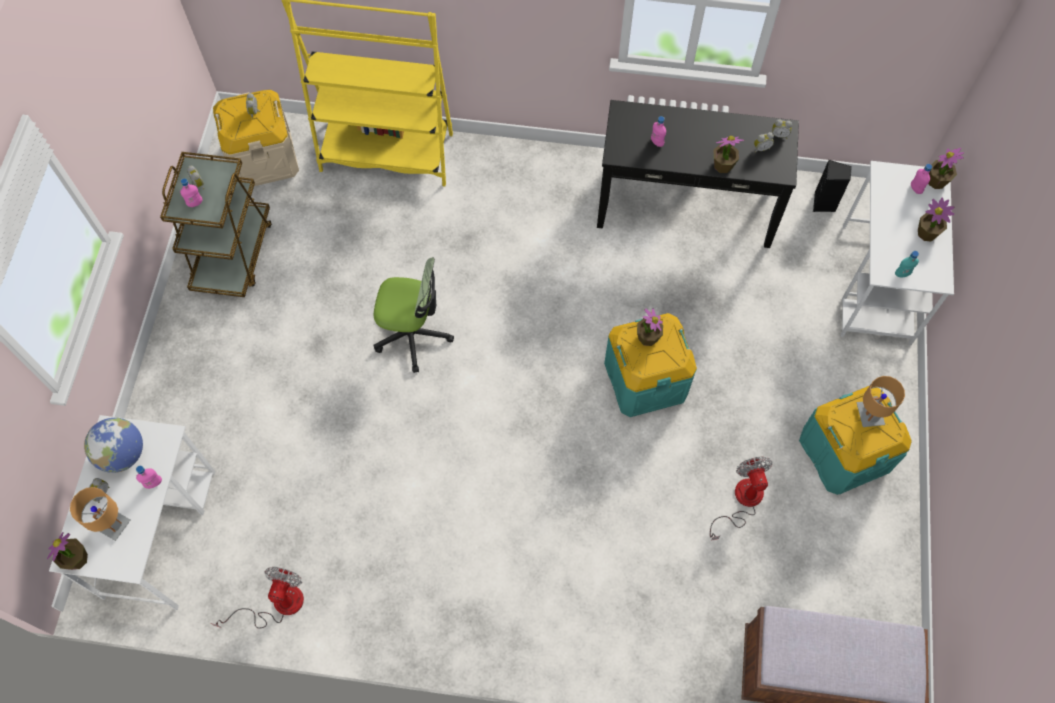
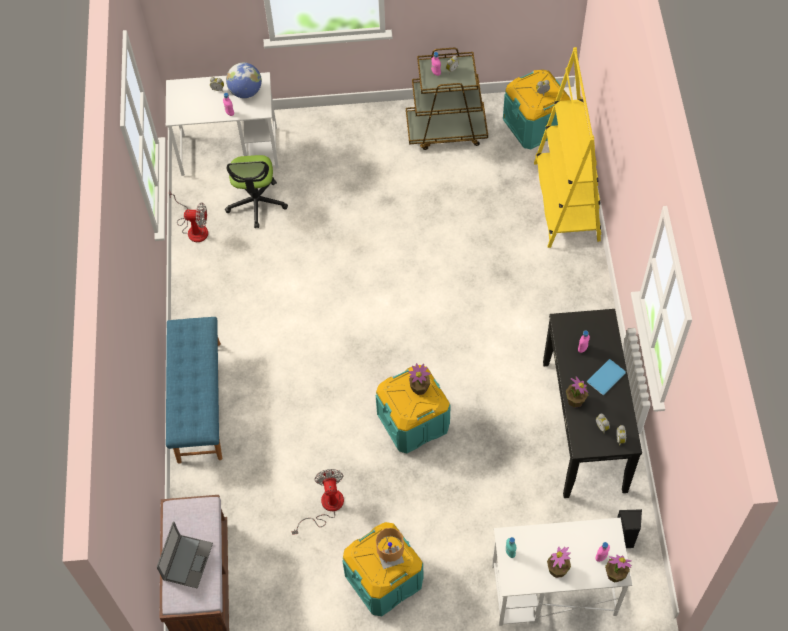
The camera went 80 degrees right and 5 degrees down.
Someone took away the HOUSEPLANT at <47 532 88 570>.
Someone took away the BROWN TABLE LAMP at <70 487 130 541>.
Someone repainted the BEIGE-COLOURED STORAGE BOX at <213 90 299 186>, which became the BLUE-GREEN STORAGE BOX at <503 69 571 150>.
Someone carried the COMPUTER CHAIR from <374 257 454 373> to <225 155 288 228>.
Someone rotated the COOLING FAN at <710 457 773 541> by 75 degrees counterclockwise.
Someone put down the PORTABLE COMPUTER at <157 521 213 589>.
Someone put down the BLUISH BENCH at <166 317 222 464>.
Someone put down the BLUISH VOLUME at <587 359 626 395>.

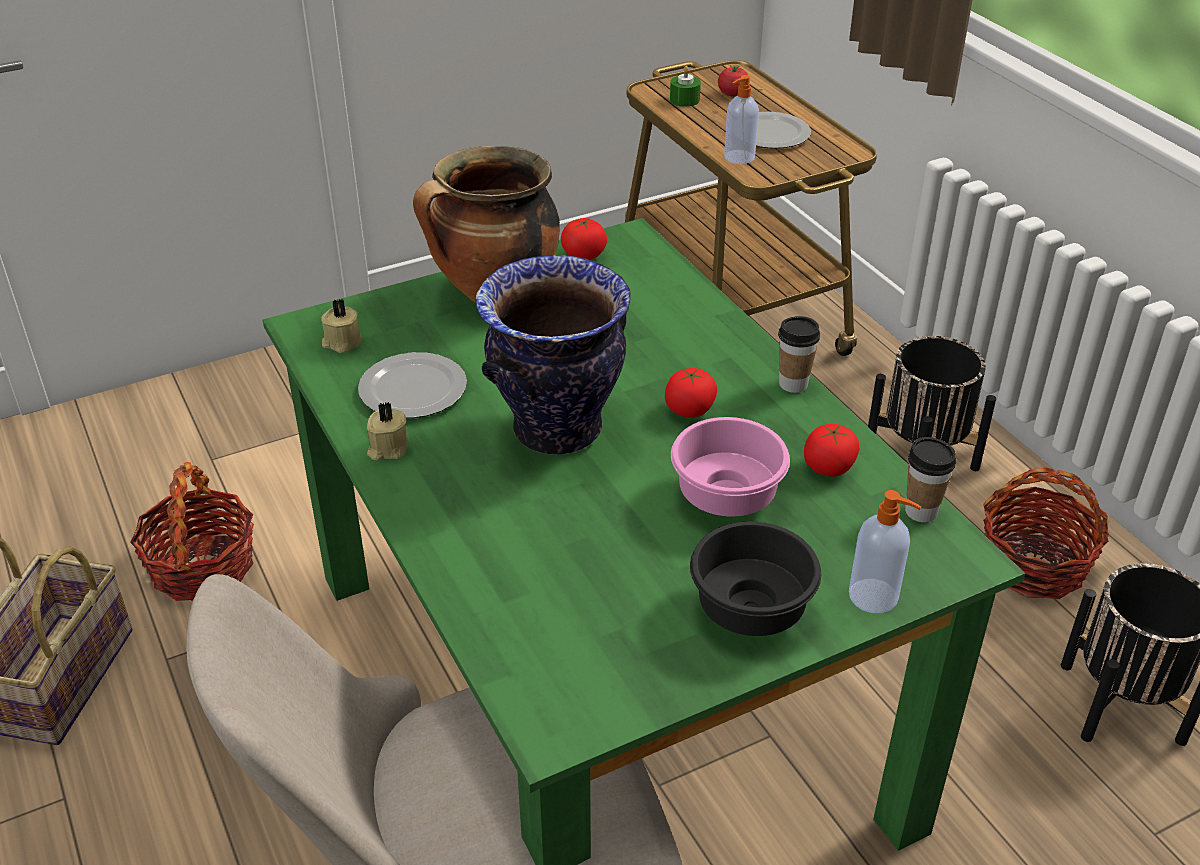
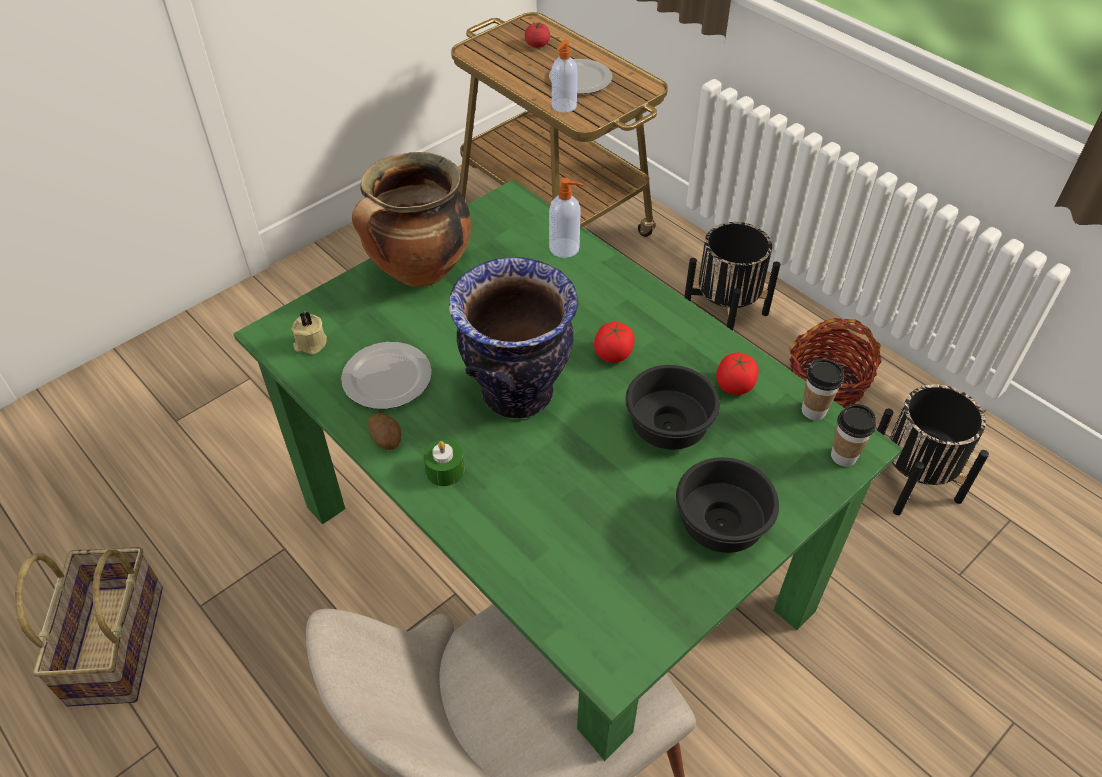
The camera went 15 degrees left and 10 degrees up.
Someone took away the BASKET at <130 462 254 601>.
Someone swapped the BEIGE-COLOURED WAX LIGHT at <367 402 408 461> for the SPUD at <367 413 402 450>.
Someone took away the TOMATO at <561 217 607 260>.
Someone carried the GREENISH WAX LIGHT from <670 66 701 107> to <423 440 464 486>.
Someone repainted the PINKISH SERVING BOWL at <671 417 790 516>, which became the BLACK-COLOURED SERVING BOWL at <625 365 720 450>.
Someone carried the DRINKING CUP from <778 316 820 393> to <831 404 876 467>.
Someone carried the SOAP DISPENSER from <849 490 922 613> to <549 178 584 258>.

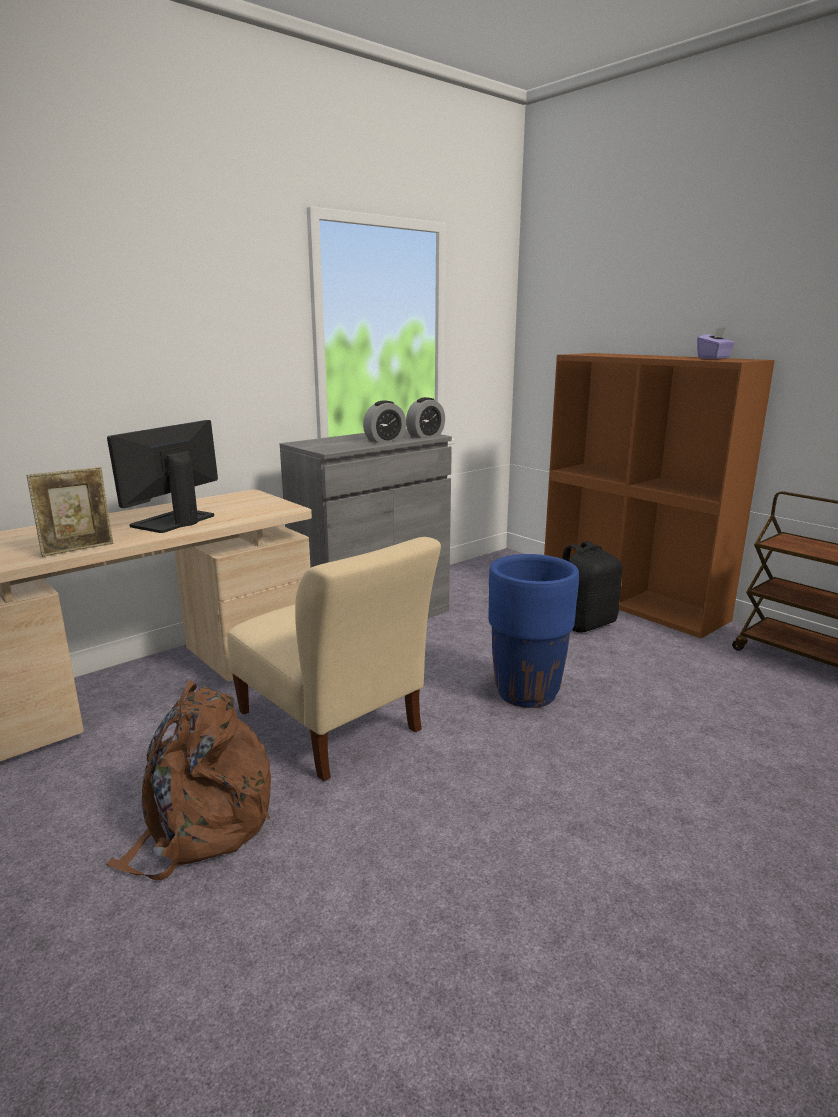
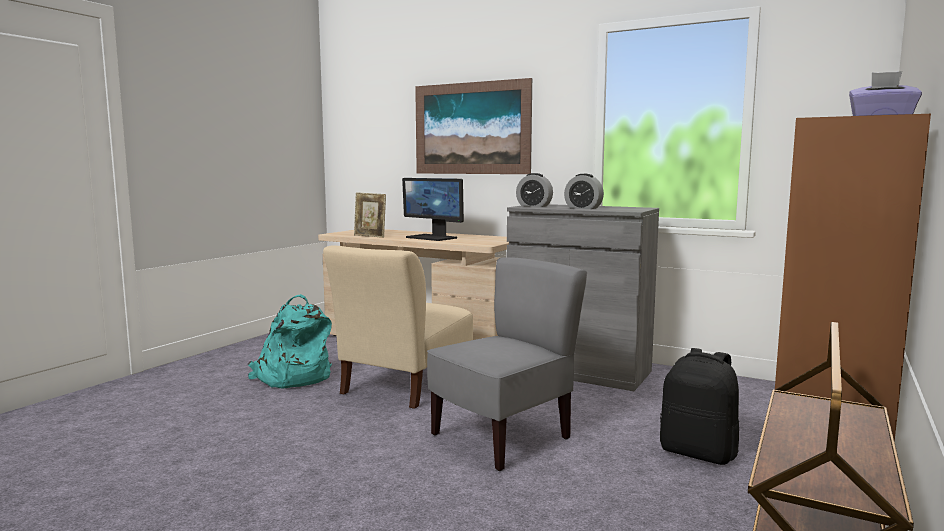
The camera went 70 degrees right and 10 degrees down.
Someone repainted the BROWN RUCKSACK at <106 680 271 880>, which became the BLUE-GREEN RUCKSACK at <247 294 332 388>.
Someone rotated the COMPUTER DISPLAY at <107 420 218 533> by 150 degrees counterclockwise.
Someone carried the ALARM CLOCK from <406 397 445 438> to <516 173 553 207>.
Someone swapped the BLUISH FLOWER POT at <488 554 579 708> for the GREYISH PLAIN CHAIR at <427 257 587 471>.
Someone put up the WALL PICTURE at <415 78 532 174>.

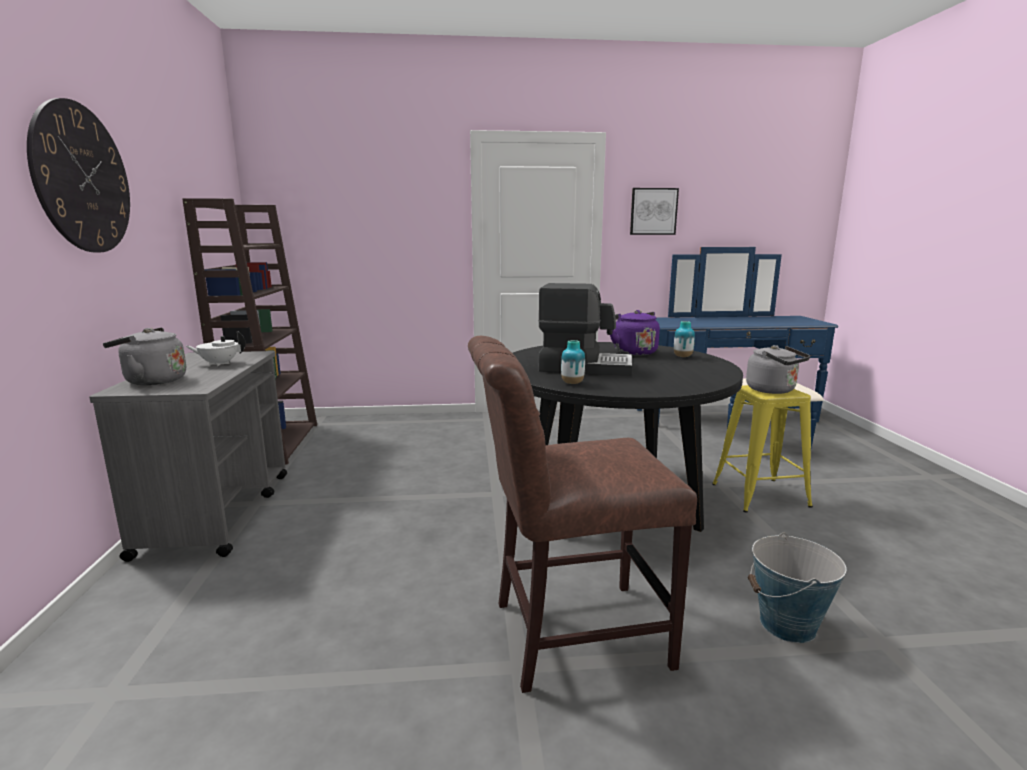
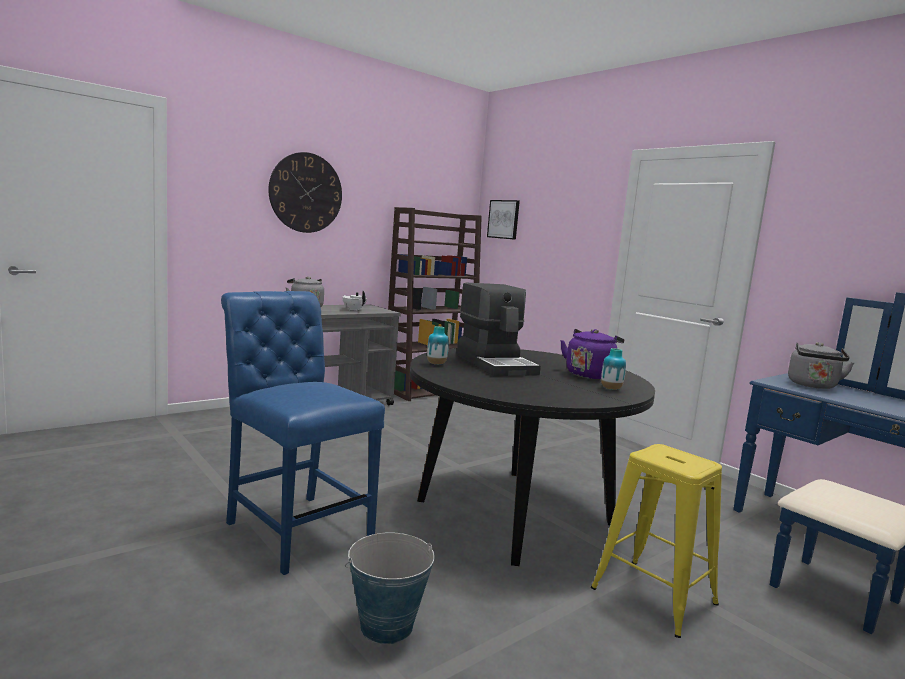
The camera went 55 degrees right and 5 degrees down.
Someone repainted the BROWN PLAIN CHAIR at <468 336 697 693>, which became the BLUISH PLAIN CHAIR at <221 291 385 575>.
Someone carried the WALL PICTURE from <630 188 679 235> to <487 200 520 240>.
Someone carried the GREYISH KETTLE from <746 345 810 394> to <788 342 855 389>.

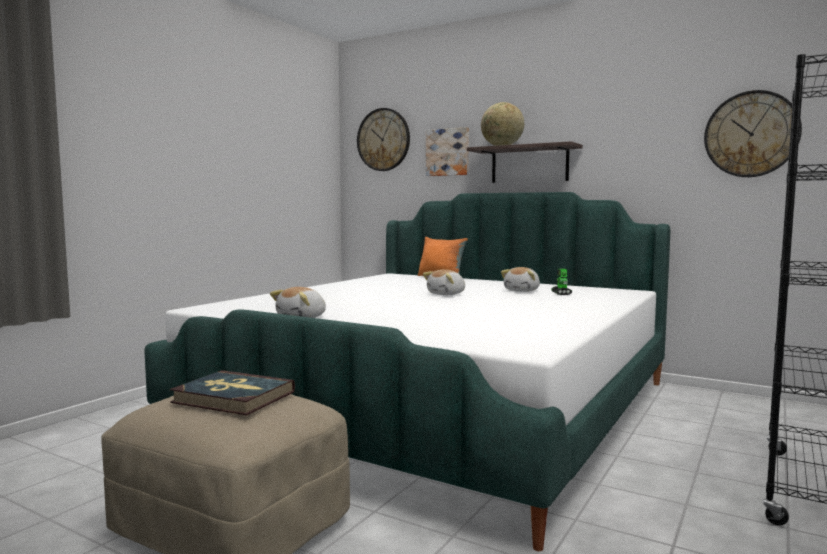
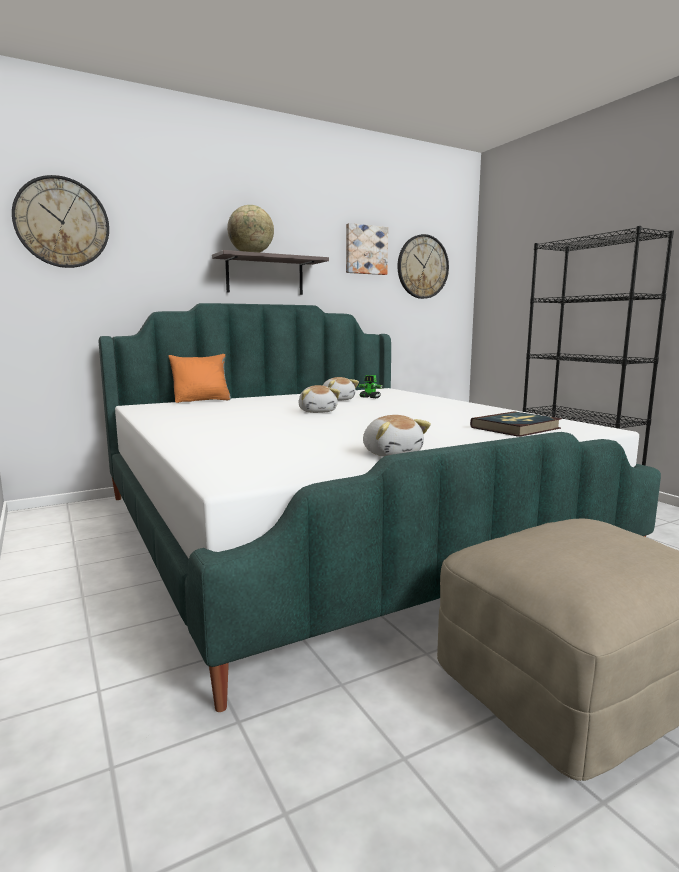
The camera went 60 degrees left and 5 degrees up.
Someone carried the VOLUME from <170 370 295 416> to <470 411 562 437>.
Someone carried the WALL PICTURE from <426 127 469 176> to <346 223 388 275>.

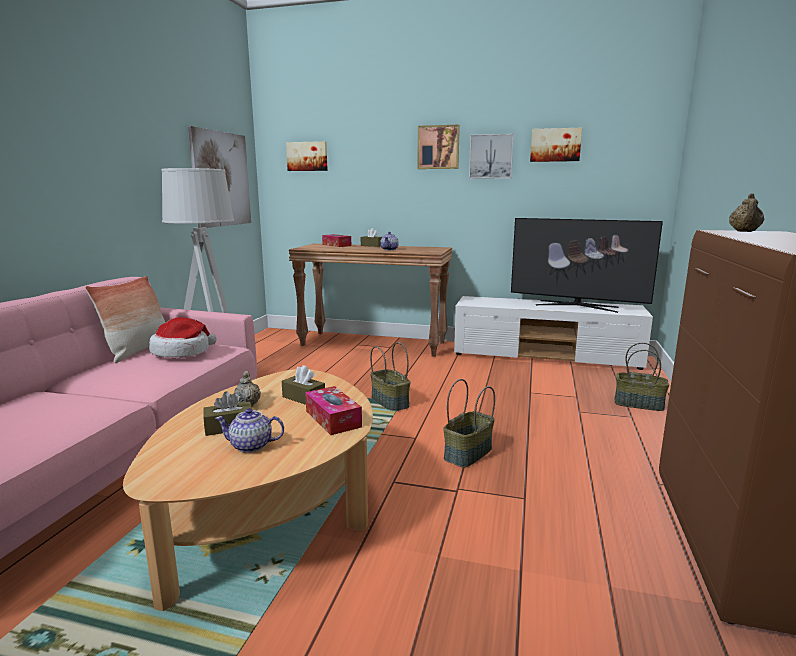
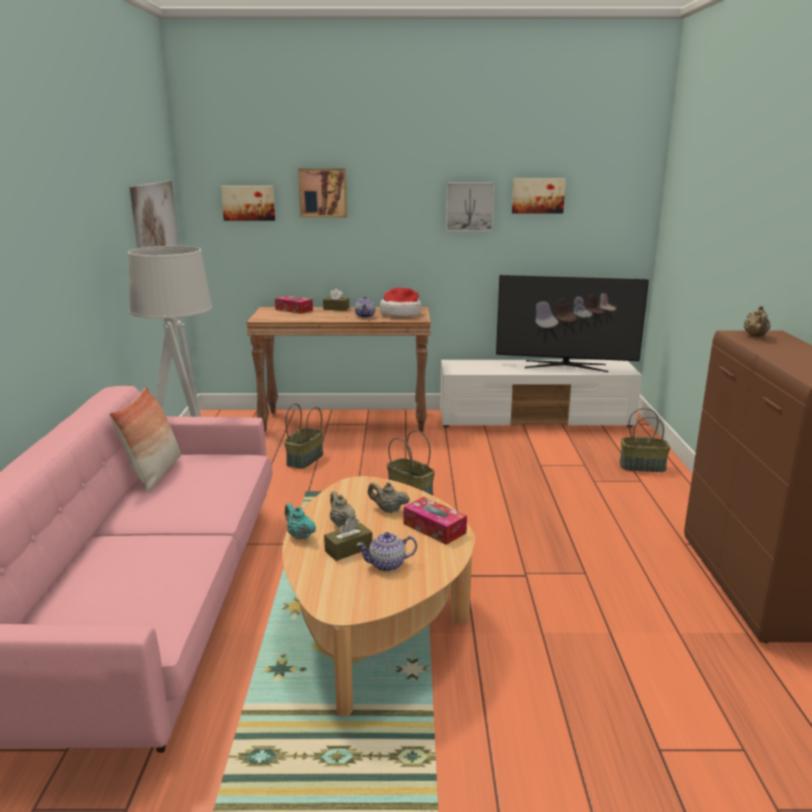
The camera went 15 degrees left and 5 degrees up.
Someone carried the HAT from <149 317 216 358> to <380 287 421 316>.
Someone swapped the BROWN TISSUE HOLDER at <282 365 325 405> for the BEIGE-COLOURED POT FOR TEA at <368 482 410 513>.
Someone carried the WALL PICTURE from <417 124 460 169> to <298 168 347 218>.
Someone carried the BASKET from <443 379 495 468> to <284 403 323 469>.
Someone put down the BLUE-GREEN POT FOR TEA at <285 503 316 540>.

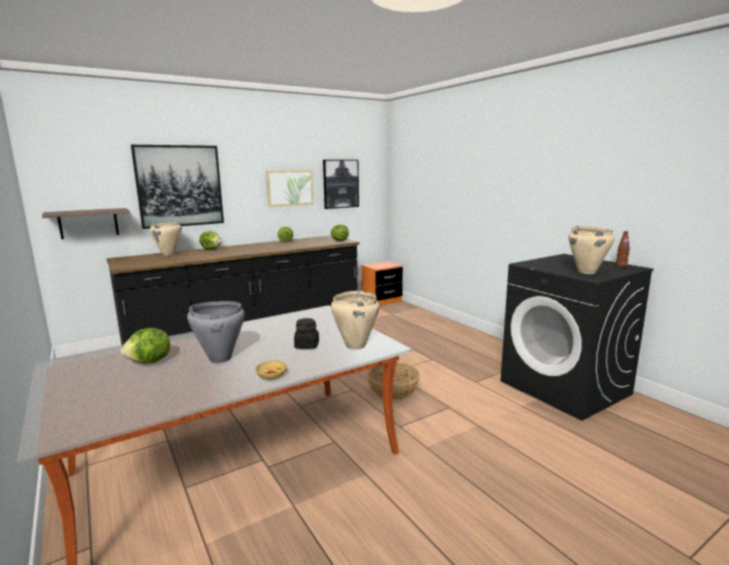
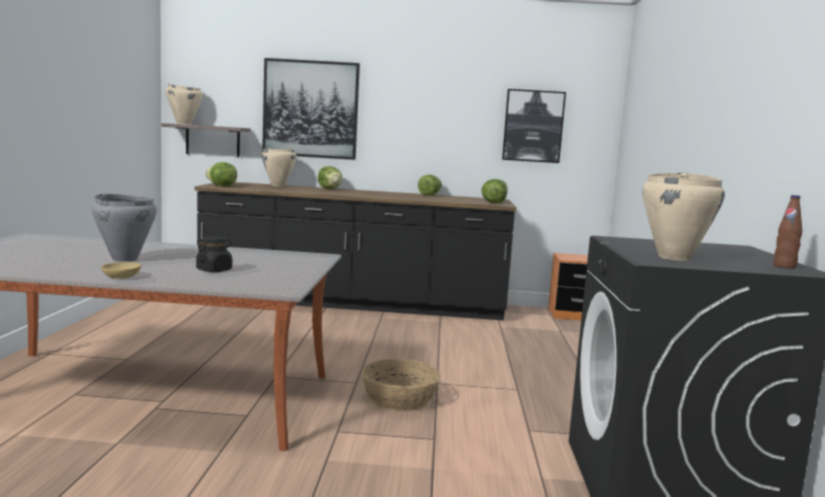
The camera went 35 degrees right and 5 degrees down.
Someone carried the LETTUCE HEAD from <121 328 170 364> to <206 162 237 186>.
Someone took away the WALL PICTURE at <266 170 314 207>.
Someone carried the BEIGE-COLOURED STOCKPOT from <331 291 379 350> to <166 84 203 125>.

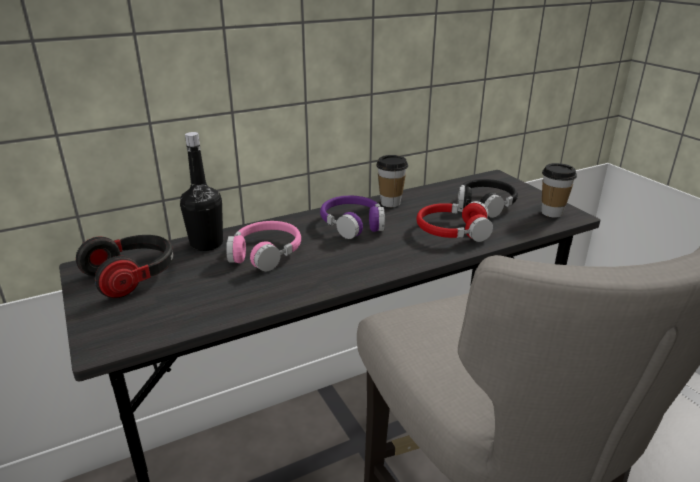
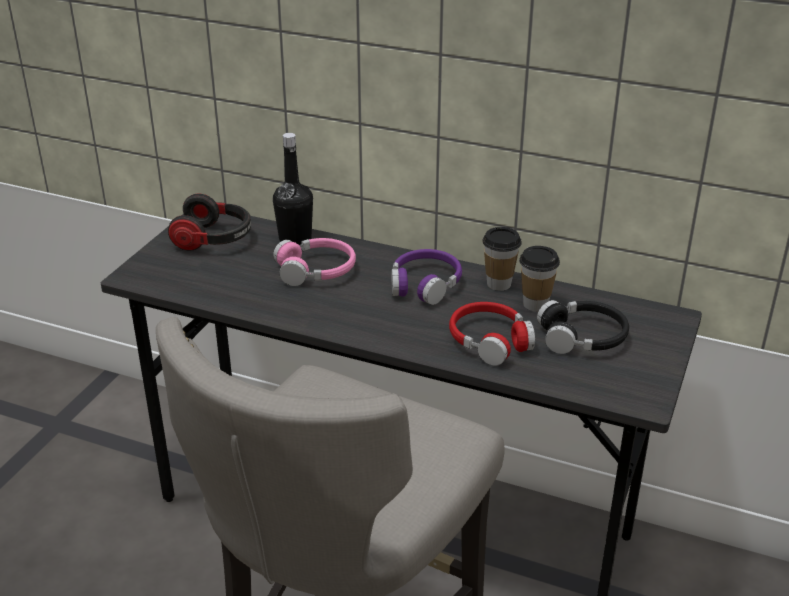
The camera went 50 degrees right and 5 degrees up.
Someone carried the DRINKING CUP from <542 163 577 218> to <519 246 560 312>.

